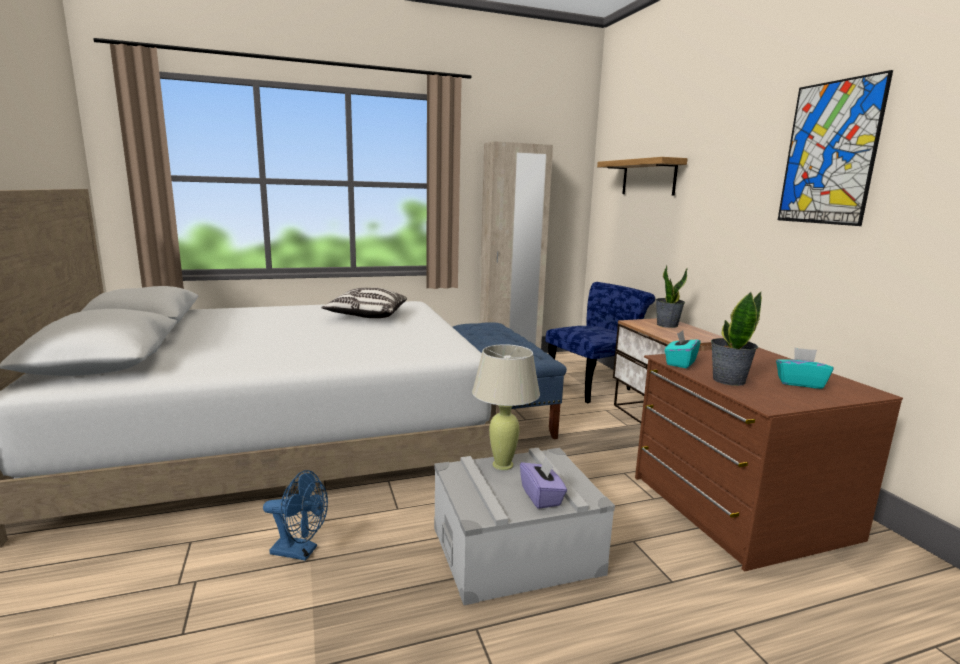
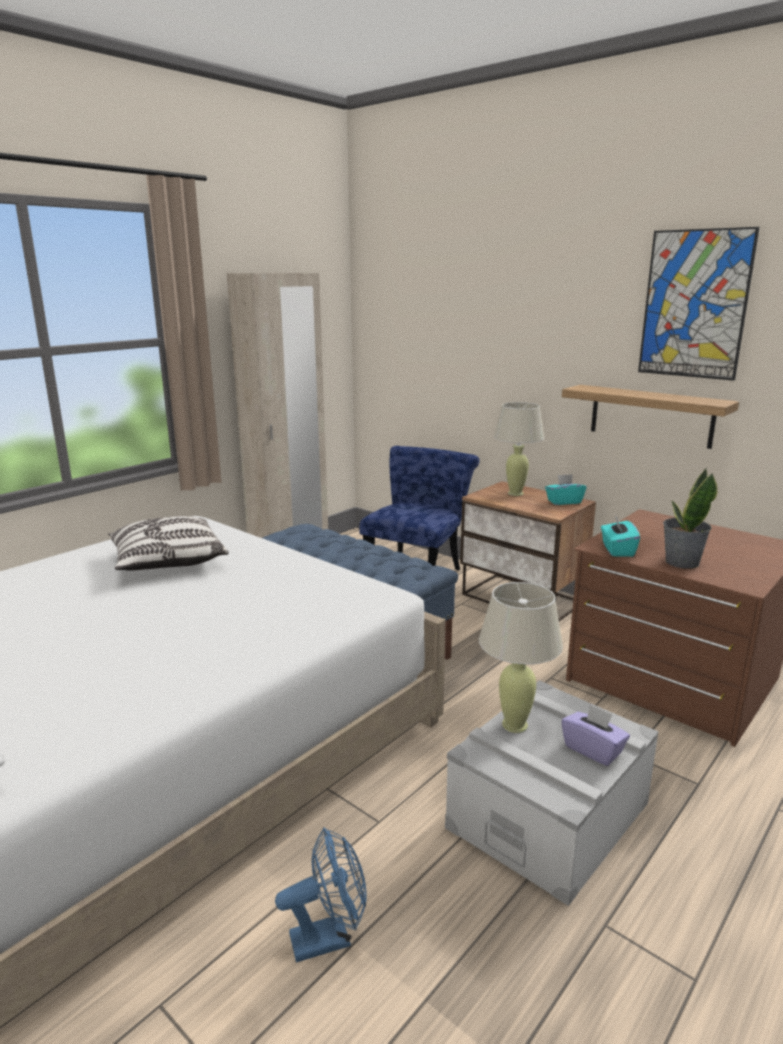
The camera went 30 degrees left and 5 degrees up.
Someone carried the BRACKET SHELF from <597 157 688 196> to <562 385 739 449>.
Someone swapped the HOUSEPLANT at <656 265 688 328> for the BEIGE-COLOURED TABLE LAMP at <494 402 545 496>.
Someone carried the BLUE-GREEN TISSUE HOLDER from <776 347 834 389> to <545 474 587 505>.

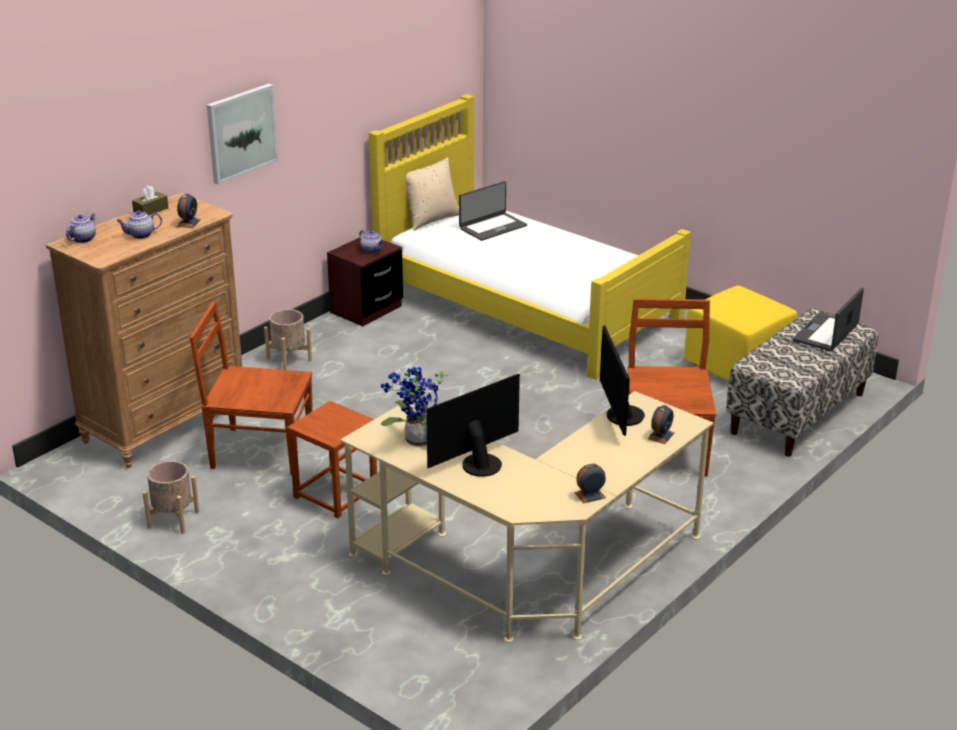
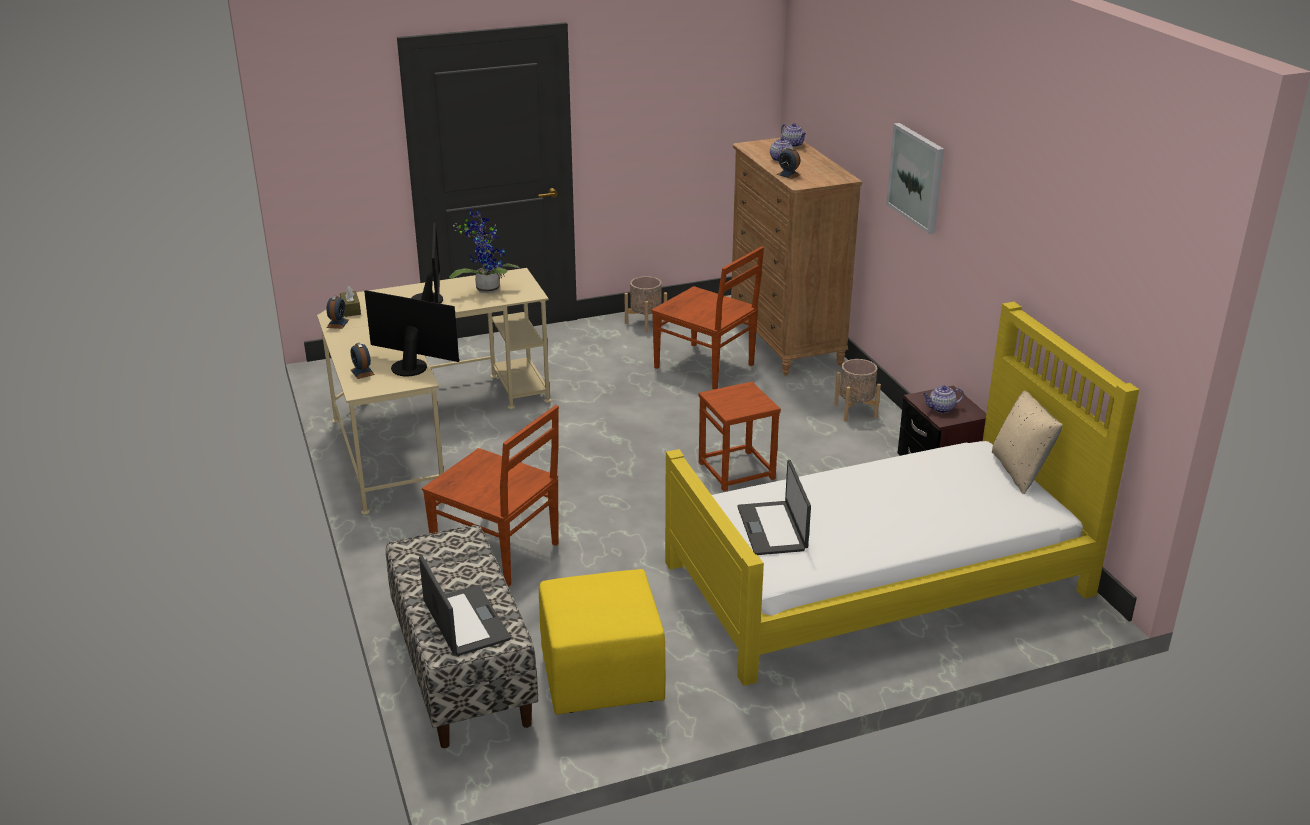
The camera went 120 degrees right and 0 degrees up.
Someone carried the BROWN TISSUE HOLDER from <132 185 169 215> to <340 286 361 317>.
Someone rotated the BROWN PLAIN CHAIR at <189 301 313 475> by 90 degrees clockwise.
Someone carried the BROWN STOOL SEAT from <287 401 377 518> to <699 382 781 491>.
Someone carried the PORTABLE COMPUTER from <459 181 527 241> to <738 460 811 555>.

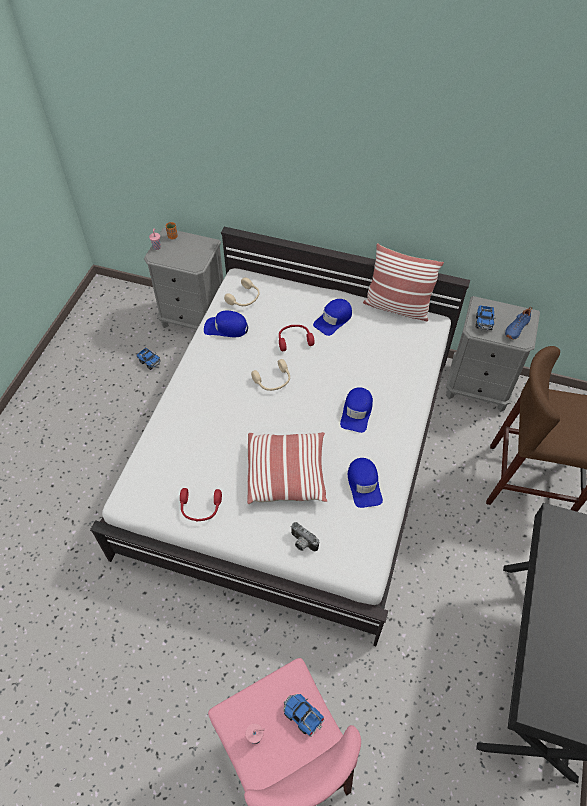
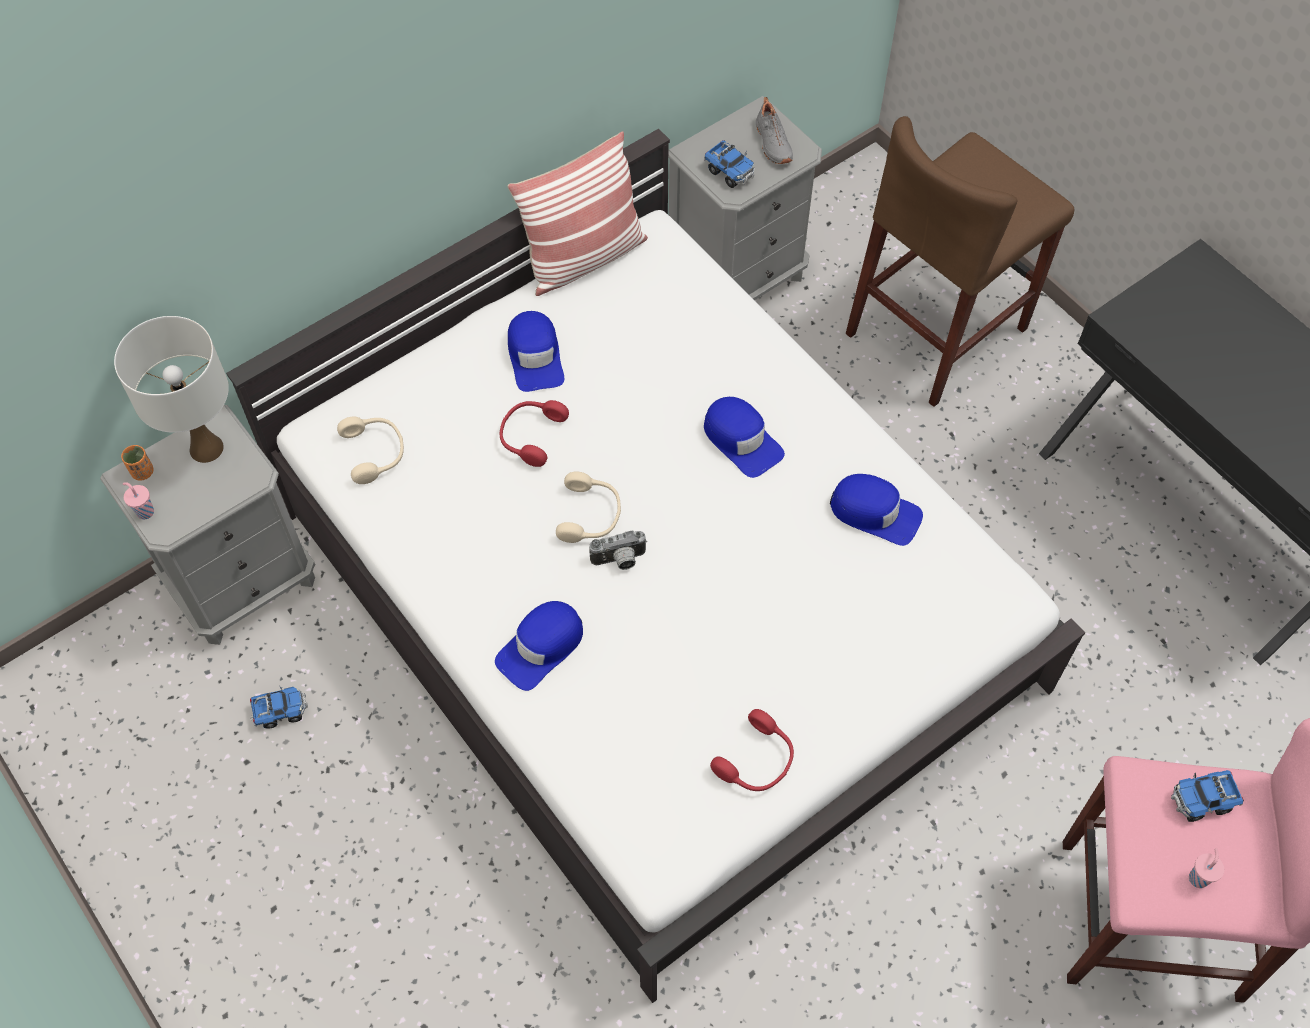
The camera went 55 degrees left and 5 degrees up.
Someone carried the BLUISH CAP from <204 311 248 337> to <495 601 583 691>.
Someone took away the PILLOW at <247 432 327 504>.
Someone carried the STILL CAMERA from <291 522 319 551> to <589 530 647 570>.
Someone repainted the BLUISH ITEM OF FOOTWEAR at <505 307 532 339>, which became the GREYISH ITEM OF FOOTWEAR at <756 97 793 164>.
Someone put down the WHITE-COLOURED TABLE LAMP at <114 316 229 463>.

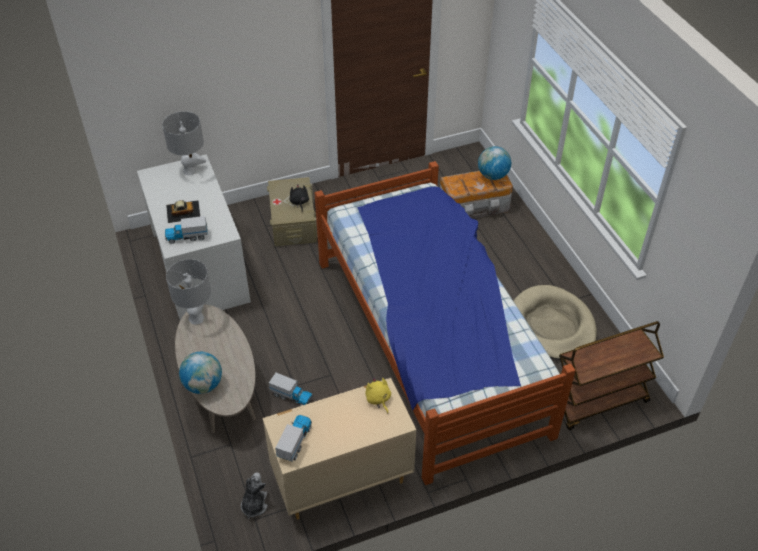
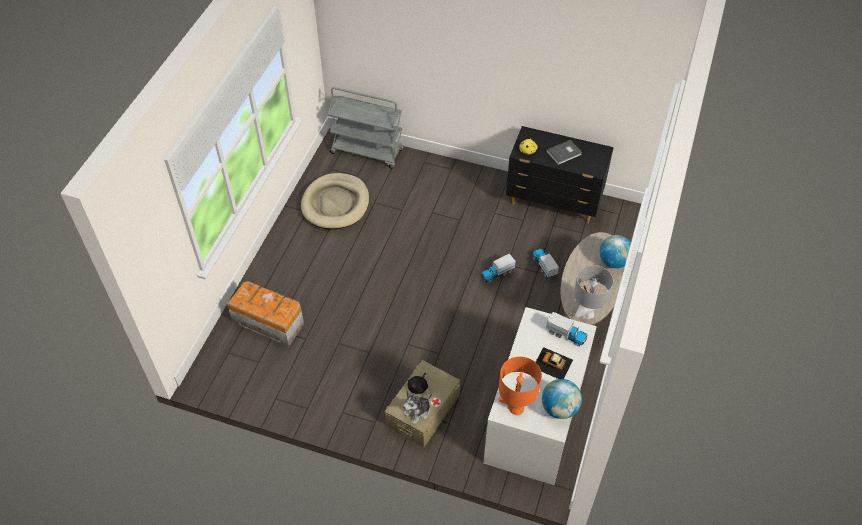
The camera went 140 degrees left and 5 degrees up.
Someone repainted the GREYISH TABLE LAMP at <162 111 206 176>, which became the ORANGEY TABLE LAMP at <498 357 542 415>.
Someone carried the SOFT TOY from <241 472 268 519> to <403 391 432 424>.
Someone repainted the BEIGE-COLOURED DRAWER CHEST at <263 378 416 520>, which became the BLACK-COLOURED DRAWER CHEST at <506 126 614 223>.
Someone carried the MODEL TRUCK from <275 415 312 461> to <481 254 516 283>.
Someone took away the SLEEPING BED at <315 161 576 485>.
Someone carried the DESK GLOBE from <478 146 511 180> to <542 379 582 419>.
Someone repainted the BROWN TROLLEY at <559 321 664 430>, which became the GREYISH TROLLEY at <328 87 404 169>.
Someone put down the GREYISH VOLUME at <546 140 582 165>.

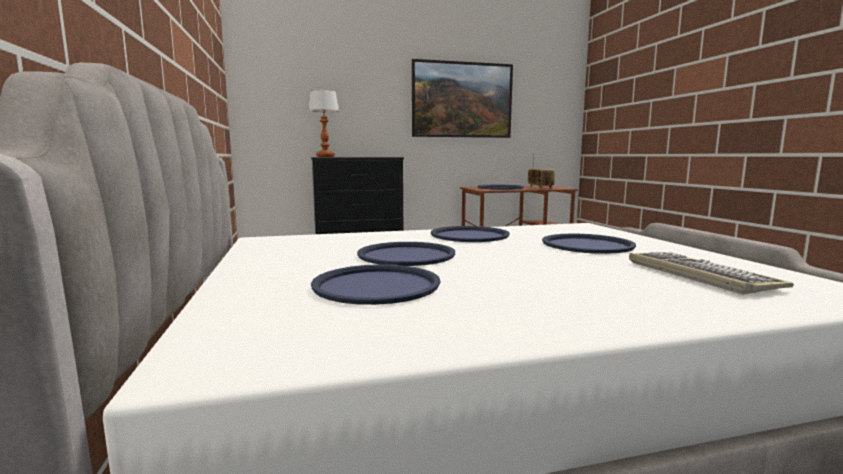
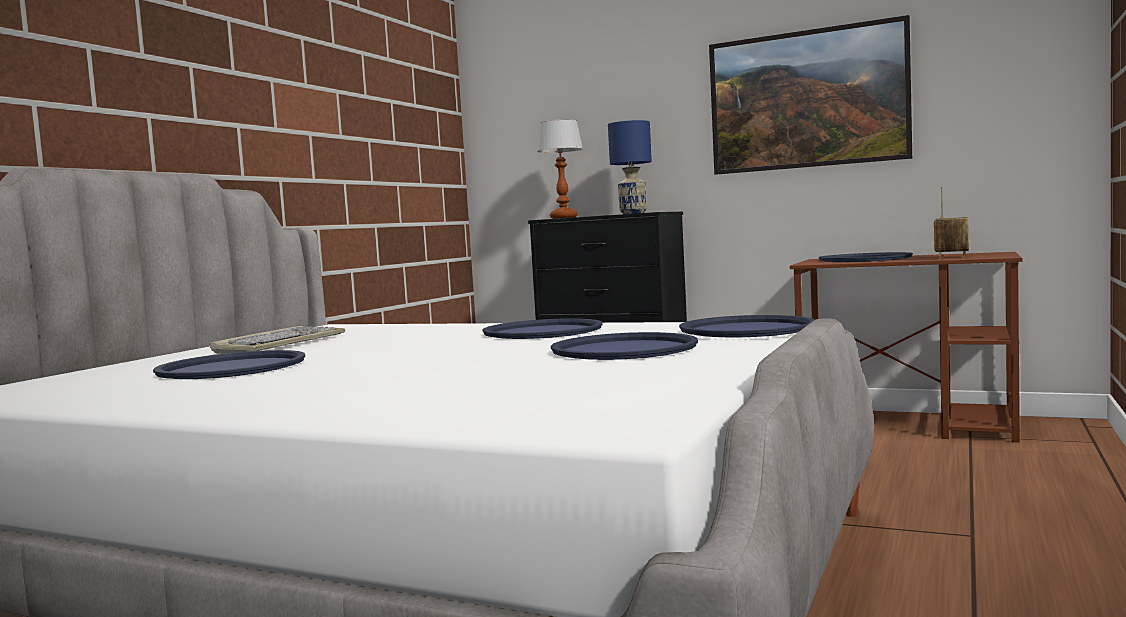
The camera went 40 degrees right and 5 degrees down.
Someone carried the BLUISH SERVING TRAY from <357 242 455 266> to <679 315 815 337>.
Someone carried the COMPUTER KEYBOARD from <629 252 794 294> to <210 326 345 354>.
Someone put down the BLUISH TABLE LAMP at <608 120 652 214>.

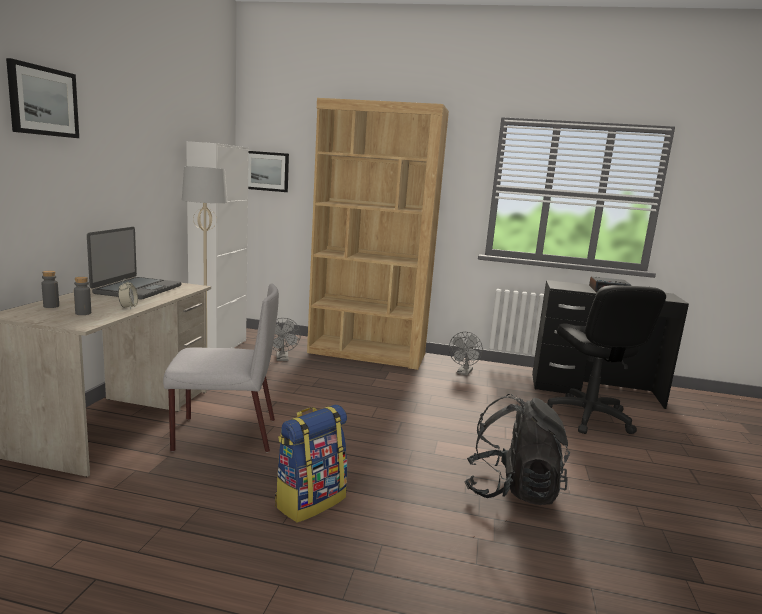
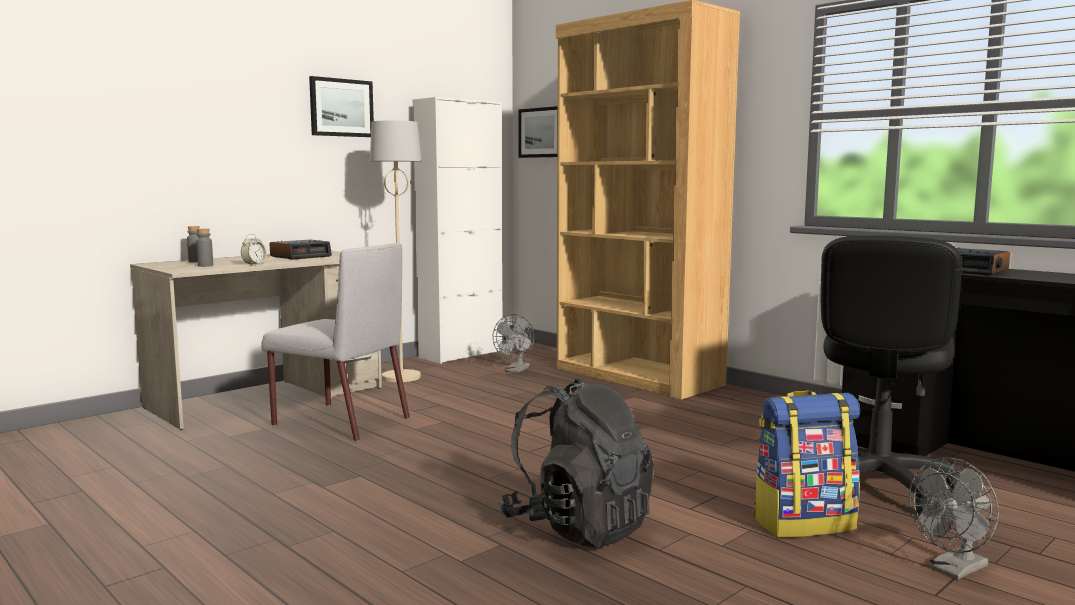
The camera went 35 degrees right and 5 degrees down.
Someone carried the WALL PICTURE from <6 58 79 138> to <309 76 374 137>.
Someone swapped the PORTABLE COMPUTER at <87 227 182 300> for the ALARM CLOCK at <270 240 332 260>.
Someone carried the RUCKSACK from <275 404 348 523> to <753 391 860 538>.
Someone carried the GREYISH COOLING FAN from <449 332 483 376> to <909 458 999 579>.

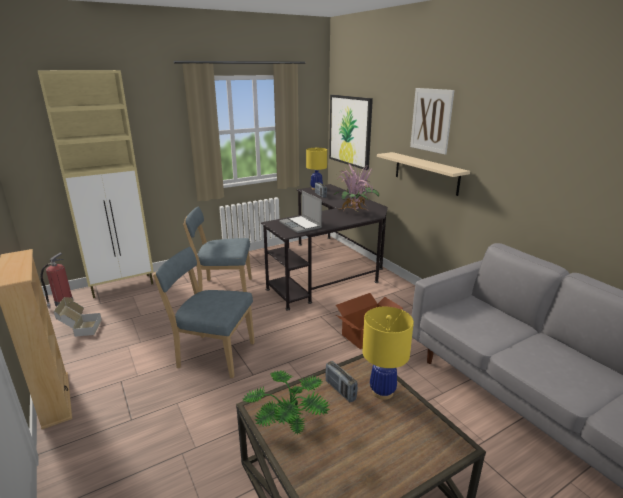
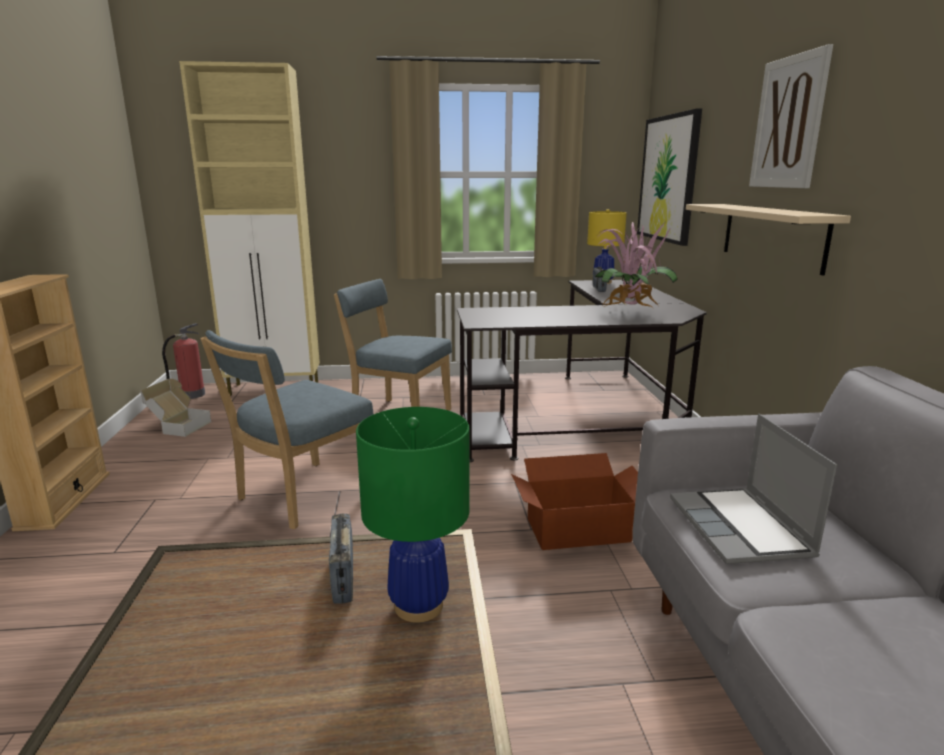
The camera went 25 degrees right and 5 degrees down.
Someone rotated the BLUISH PLAIN CHAIR at <153 247 255 378> by 90 degrees counterclockwise.
Someone took away the HOUSEPLANT at <243 370 330 435>.
Someone carried the PORTABLE COMPUTER from <279 191 322 233> to <670 414 837 564>.
Someone repainted the YELLOWISH TABLE LAMP at <362 307 414 400>, which became the GREENISH TABLE LAMP at <356 407 470 623>.

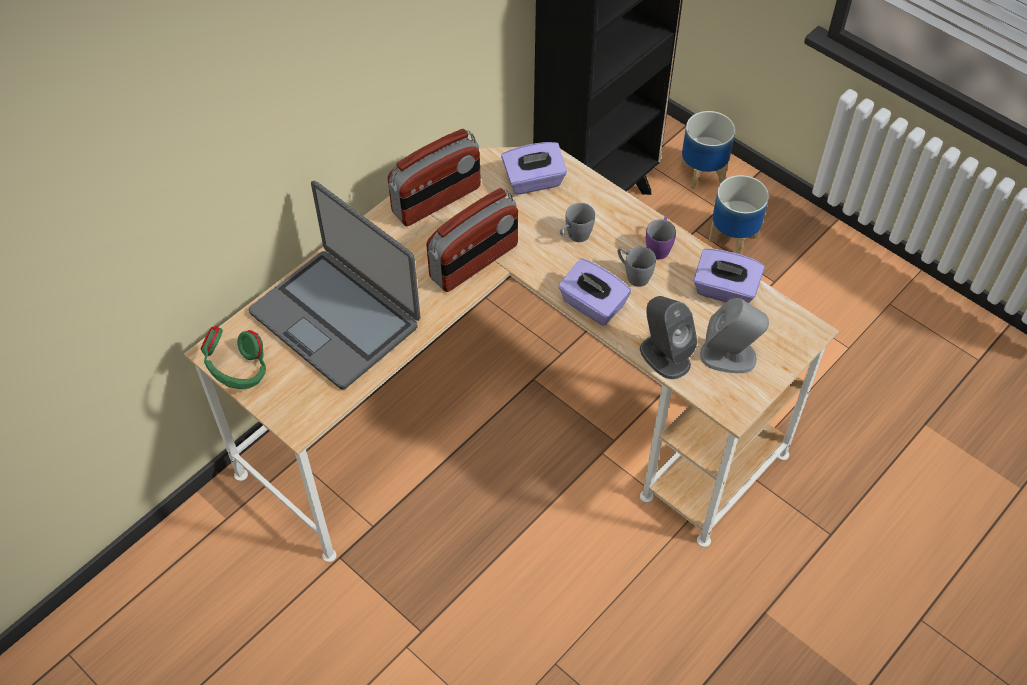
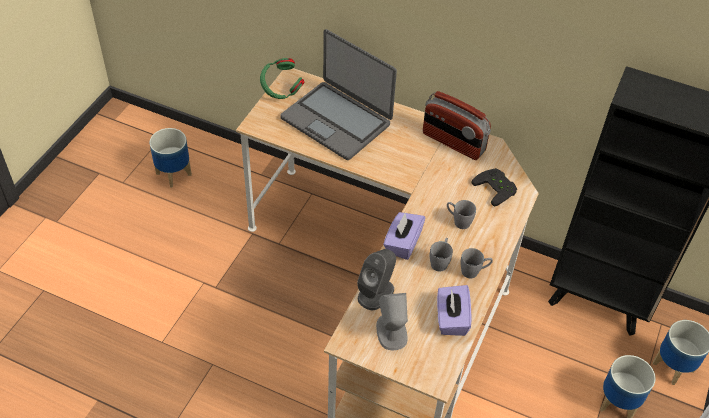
The camera went 70 degrees right and 5 degrees down.
Someone rotated the PORTABLE COMPUTER at <249 180 421 390> by 75 degrees counterclockwise.
Someone took away the RADIO RECEIVER at <426 188 518 292>.
Someone swapped the PURPLE-COLOURED TISSUE HOLDER at <501 142 567 195> for the BLACK-COLOURED GAMEPAD at <471 168 517 207>.
Someone repainted the PURPLE-COLOURED TEA MUG at <646 215 676 259>, which became the GREYISH TEA MUG at <460 248 493 278>.
Someone put down the FLOWER POT at <149 128 192 187>.

